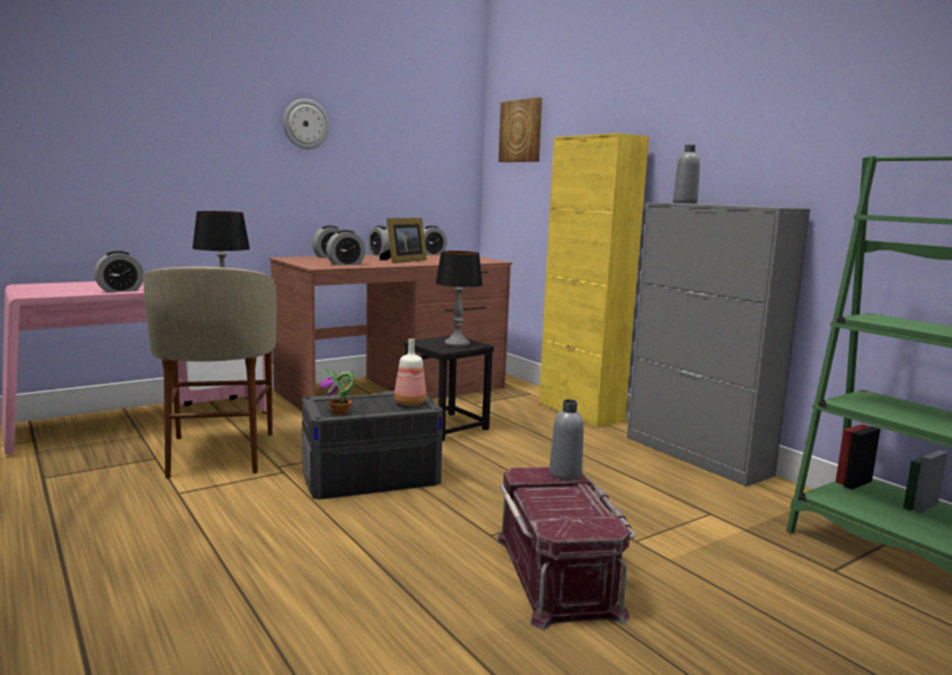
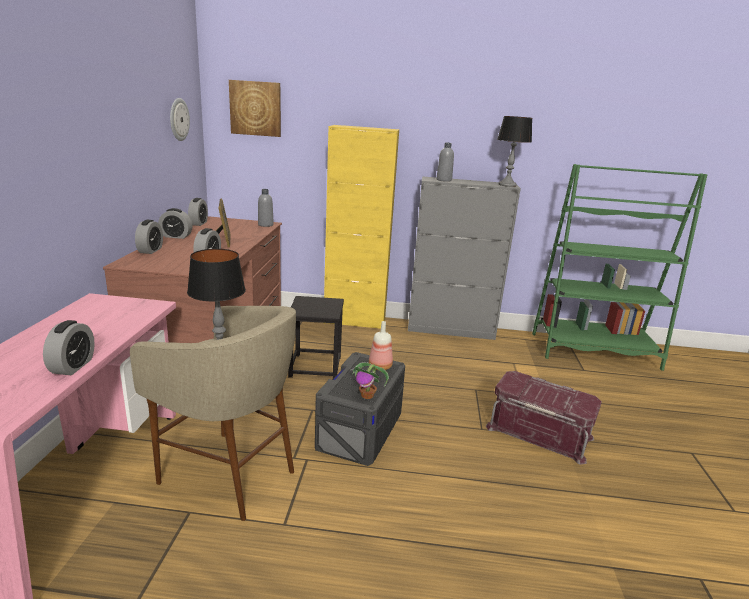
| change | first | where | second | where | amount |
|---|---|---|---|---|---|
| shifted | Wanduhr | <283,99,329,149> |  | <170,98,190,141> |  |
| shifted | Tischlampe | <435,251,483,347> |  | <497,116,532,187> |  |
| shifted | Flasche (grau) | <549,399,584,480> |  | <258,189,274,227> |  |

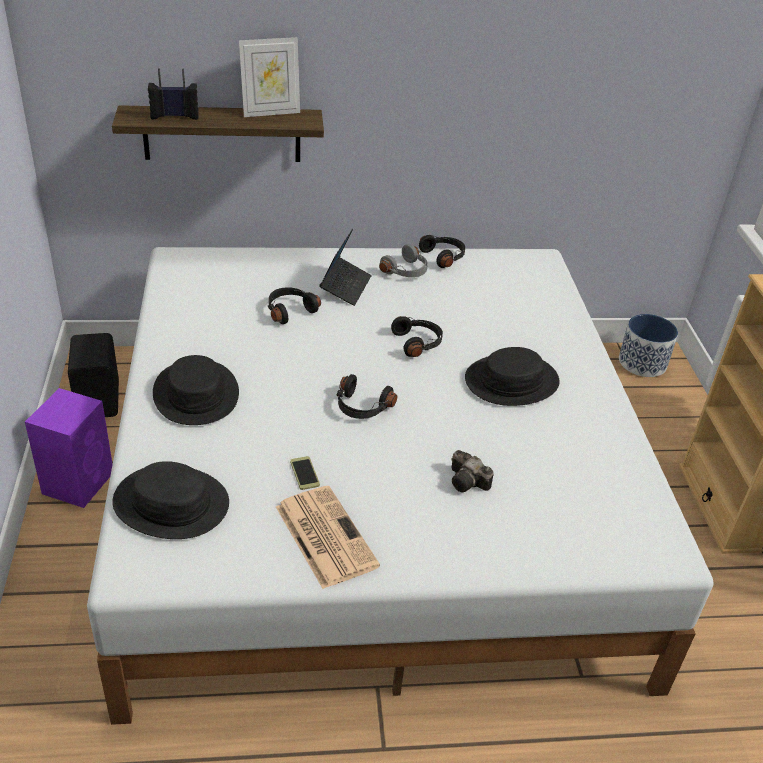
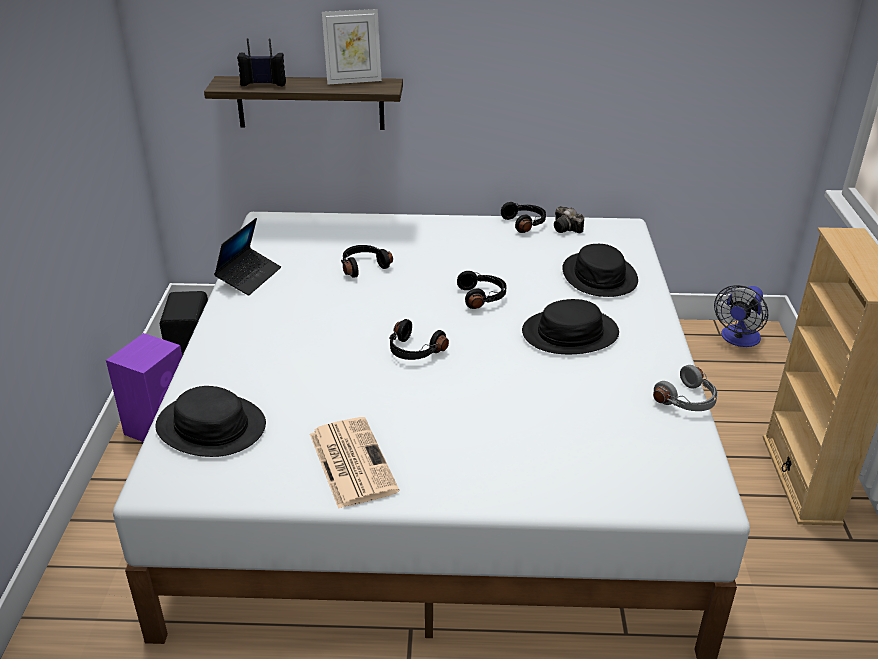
| change | first | where | second | where | amount |
|---|---|---|---|---|---|
| gone | Handy | <290,456,320,490> |  |  |  |
| shifted | Hut (schwarz) | <153,355,239,425> |  | <562,244,638,297> |  |
| shifted | Laptop | <319,229,372,306> |  | <214,218,281,295> |  |
| shifted | Kopfhörer (grau) | <379,244,428,277> |  | <653,365,718,411> |  |
| shifted | Kamera | <452,450,494,492> |  | <554,206,584,233> |  |
| swapped | Pflanzkübel | <619,314,678,377> | Ventilator | <714,285,768,347> |  |

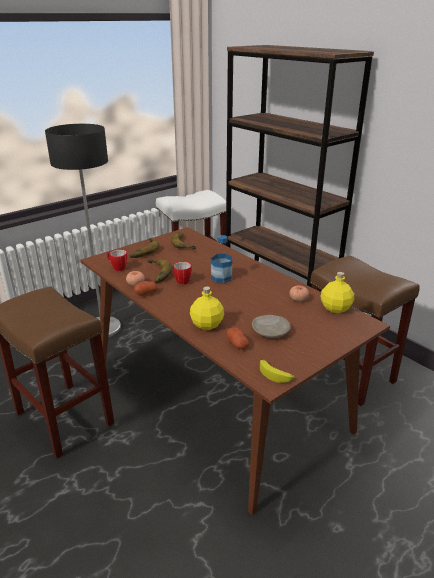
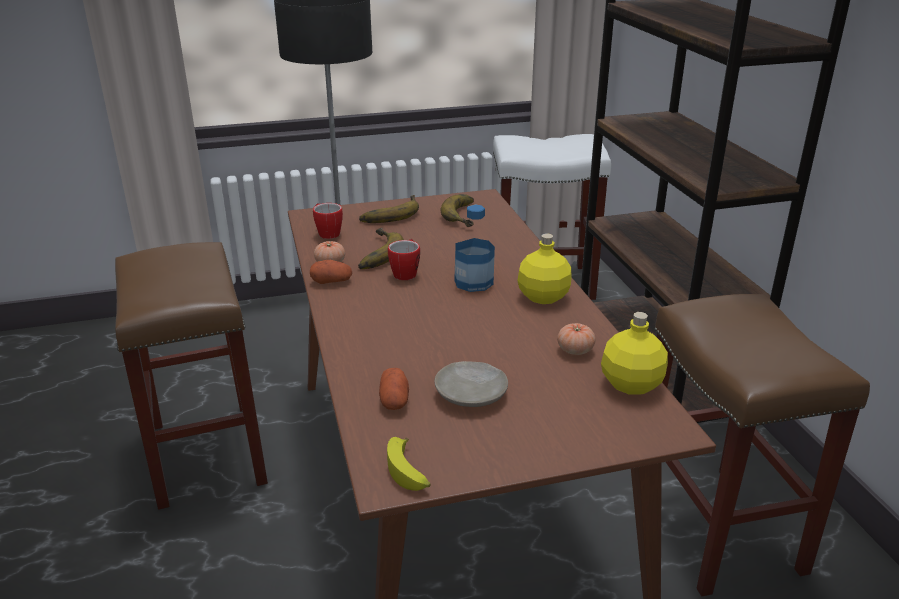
| change | first | where | second | where | amount |
|---|---|---|---|---|---|
| shifted | Flasche (gelb) | <190,286,224,330> |  | <517,233,572,304> |  |

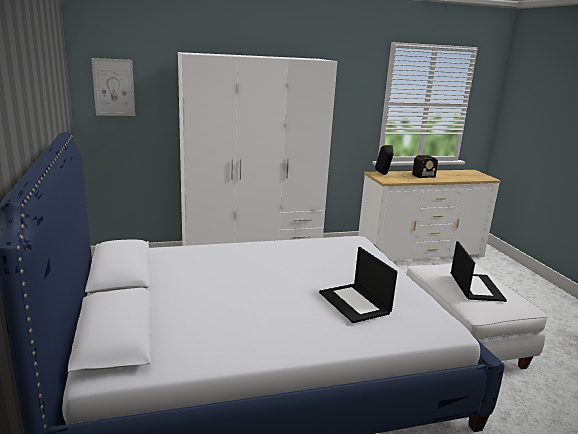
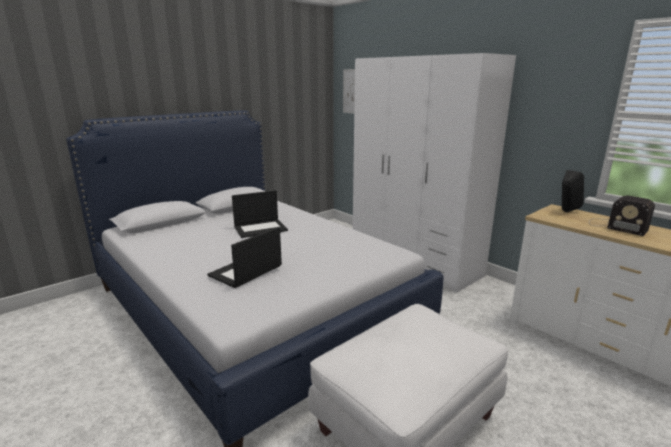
| change | first | where | second | where | amount |
|---|---|---|---|---|---|
| shifted | Laptop | <451,241,507,302> |  | <232,190,288,238> |  |

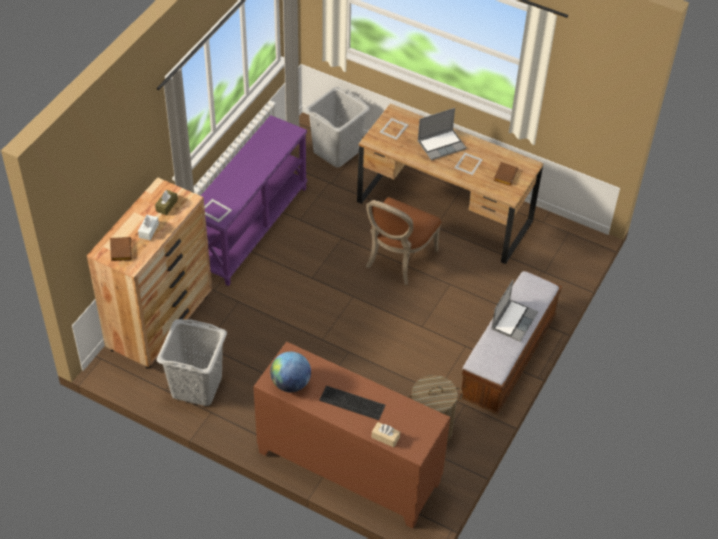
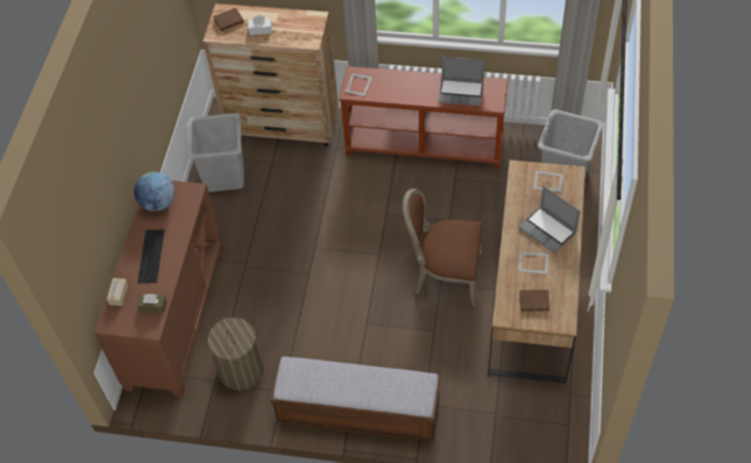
| change | first | where | second | where | amount |
|---|---|---|---|---|---|
| shifted | Taschentuchbox (braun) | <155,190,178,215> |  | <137,294,167,313> |  |
| shifted | Laptop | <491,280,538,342> |  | <438,57,485,106> |  |
| repainted | Konsolentisch (lila) | <201,115,307,286> | Konsolentisch (braun) | <339,66,508,170> |  |

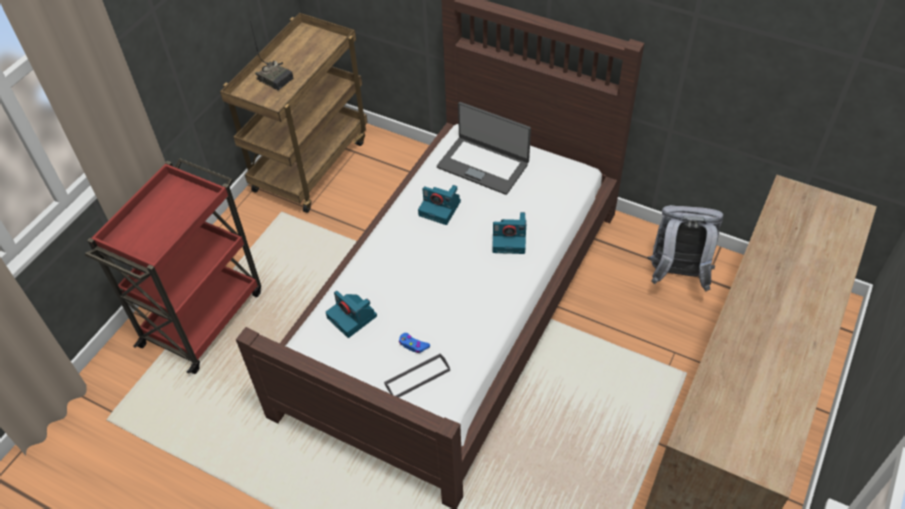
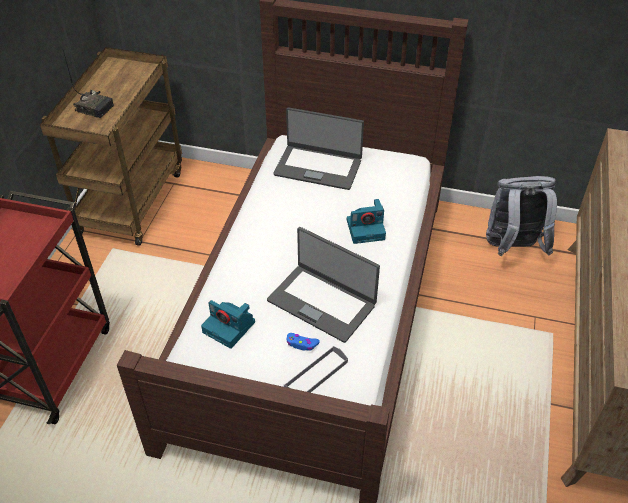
| change | first | where | second | where | amount |
|---|---|---|---|---|---|
| gone | Kamera | <418,185,461,225> |  |  |  |
| new |  |  | Laptop | <267,227,380,343> |  |

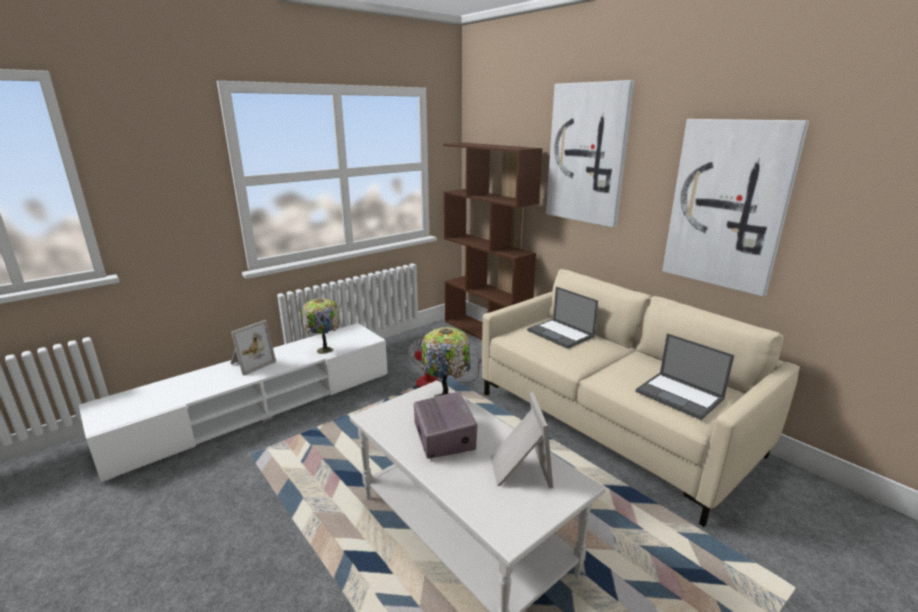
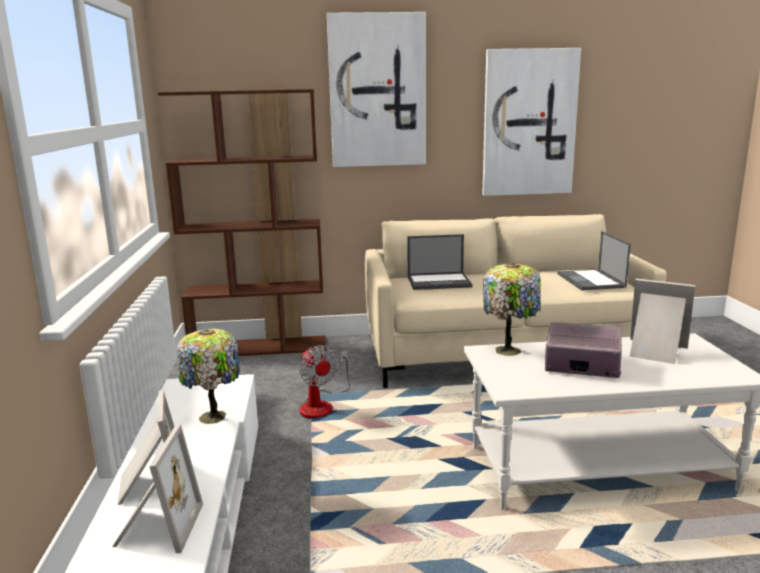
| change | first | where | second | where | amount |
|---|---|---|---|---|---|
| new |  |  | Bilderrahmen | <112,424,203,553> |  |
| rotated | Laptop | <635,333,734,420> |  | <557,231,631,291> | 90 degrees clockwise |

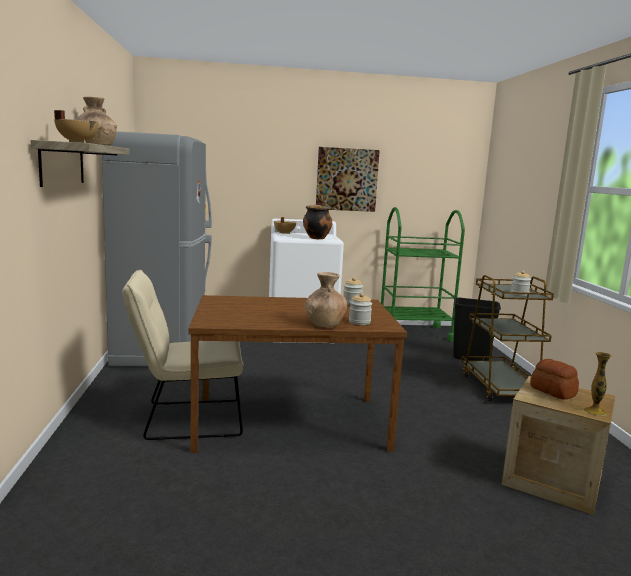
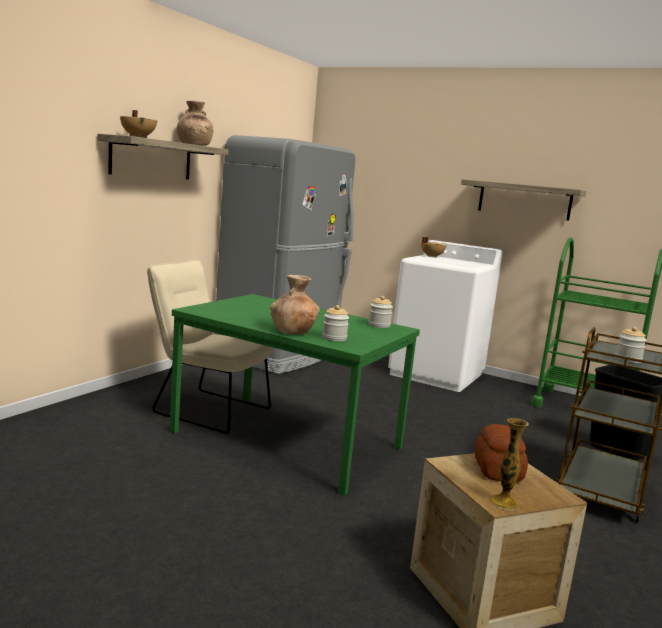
| change | first | where | second | where | amount |
|---|---|---|---|---|---|
| gone | Kochtopf | <303,205,332,239> |  |  |  |
| swapped | Bild | <316,147,380,212> | Wandregal | <461,179,586,220> |  |
| repainted | Esstisch (braun) | <188,295,407,453> | Esstisch (grün) | <169,294,420,496> |  |

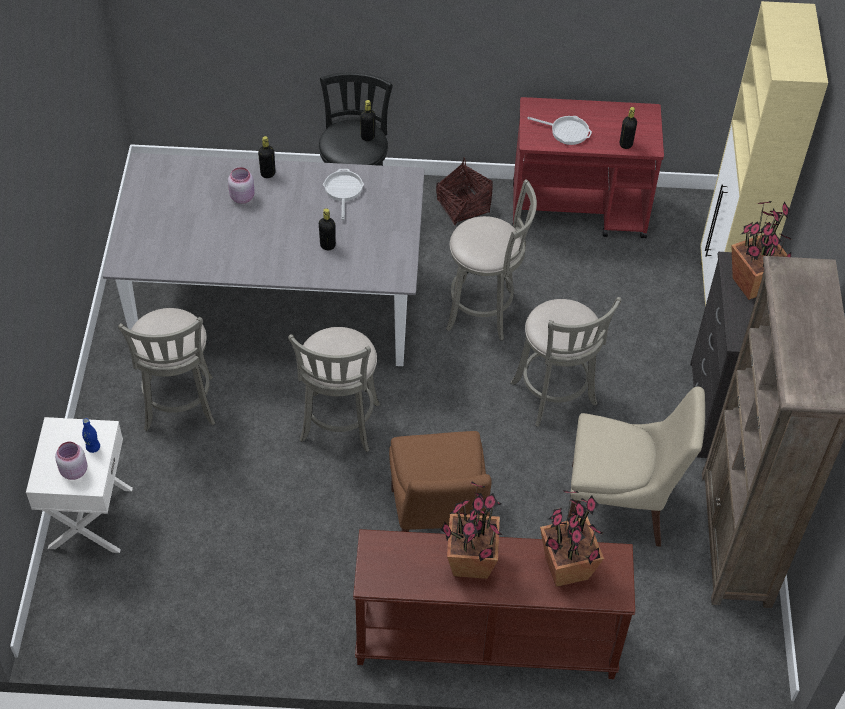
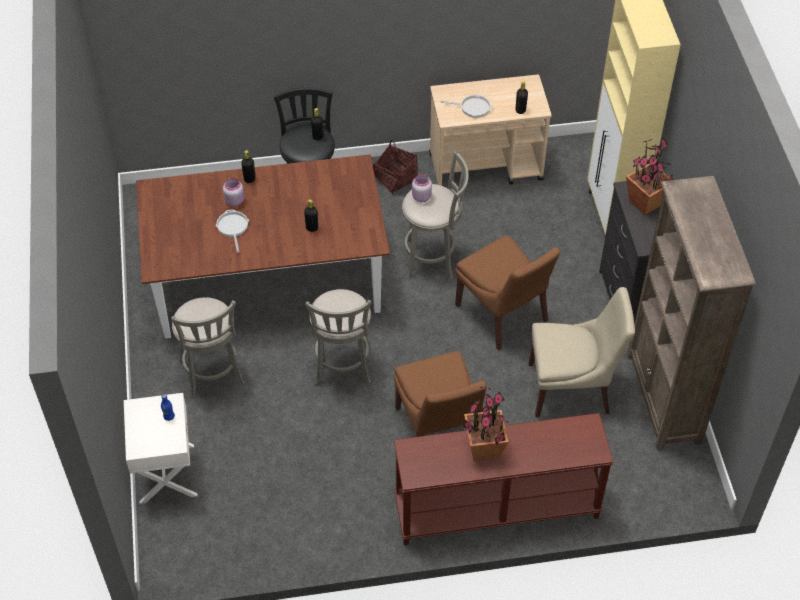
| change | first | where | second | where | amount |
|---|---|---|---|---|---|
| gone | Topfpflanze | <540,490,604,587> |  |  |  |
| shifted | Vorratsglas (rosa) | <55,442,87,480> |  | <412,174,432,202> |  |
| shifted | Pfanne | <323,169,364,220> |  | <216,209,249,253> |  |
| swapped | Hocker (grau) | <510,297,622,427> | Stuhl (braun) | <455,235,560,351> |  |
| repainted | Esstisch (grau) | <103,153,425,366> | Esstisch (braun) | <136,154,390,339> |  |
| repainted | Rollwagen (rot) | <512,97,664,238> | Rollwagen (beige) | <429,75,552,186> |  |

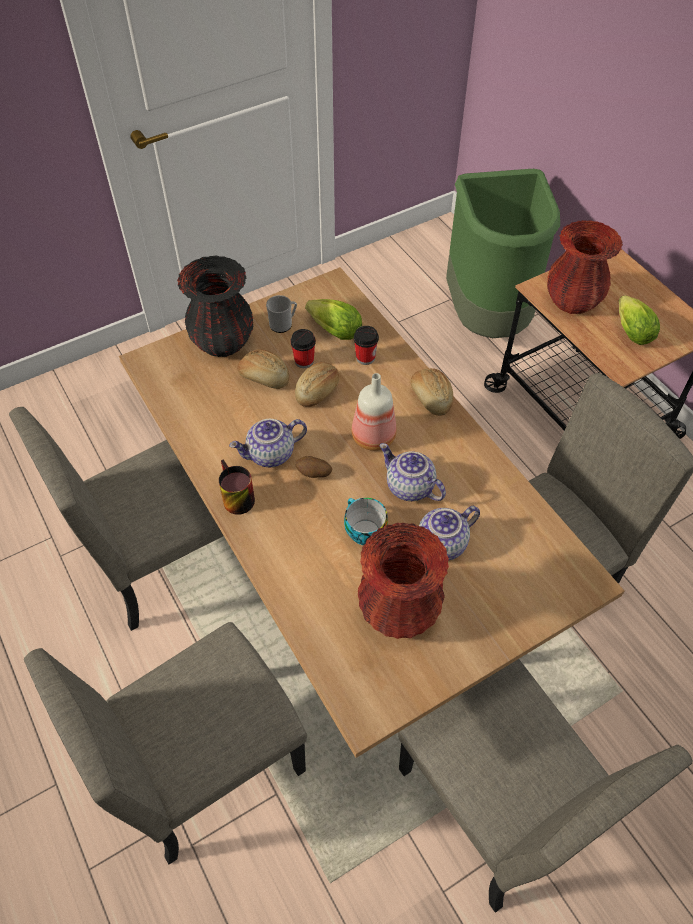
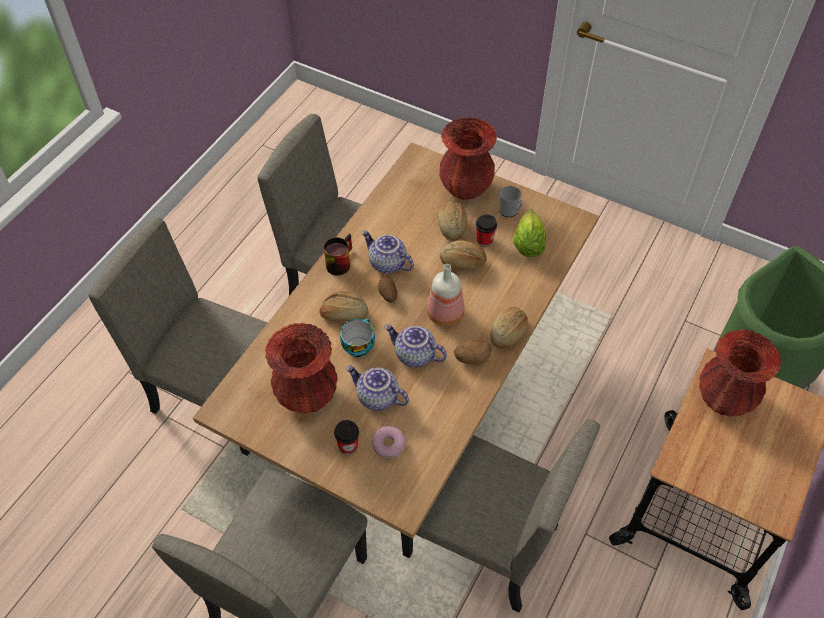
| change | first | where | second | where | amount |
|---|---|---|---|---|---|
| gone | Salatkopf | <619,295,660,345> |  |  |  |
| new |  |  | Brot | <320,291,369,321> |  |
| new |  |  | Donut | <372,426,406,459> |  |
| new |  |  | Kartoffel | <453,340,491,365> |  |
| shifted | Tasse | <354,326,379,365> |  | <334,420,359,455> |  |
| repainted | Vase (schwarz) | <177,255,253,357> | Vase (rot) | <439,117,497,200> |  |
| rotated | Teekanne | <379,443,446,501> |  | <384,324,447,367> | 75 degrees counterclockwise |

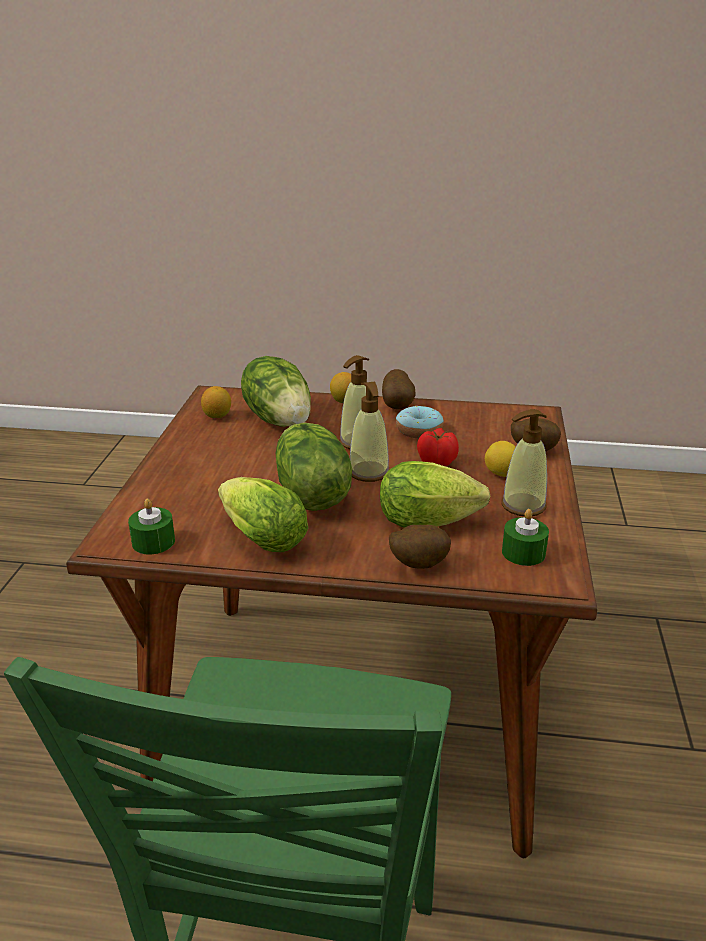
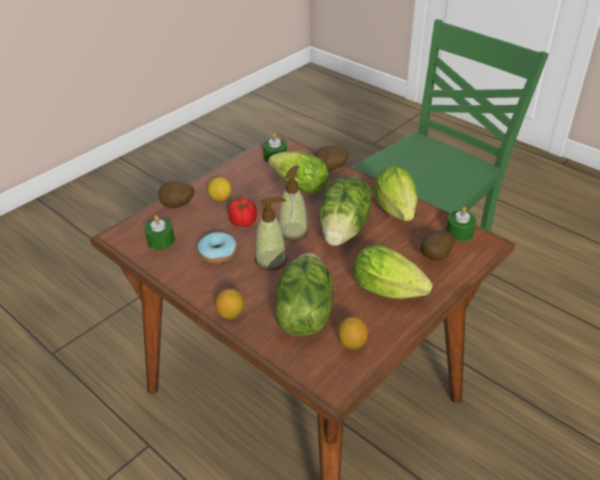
| change | first | where | second | where | amount |
|---|---|---|---|---|---|
| gone | Seifenspender | <501,409,547,516> |  |  |  |
| new |  |  | Kerze (grün) | <144,215,175,250> |  |
| new |  |  | Salatkopf | <353,244,433,299> |  |
| shifted | Kartoffel | <382,369,415,409> |  | <420,230,454,261> |  |

